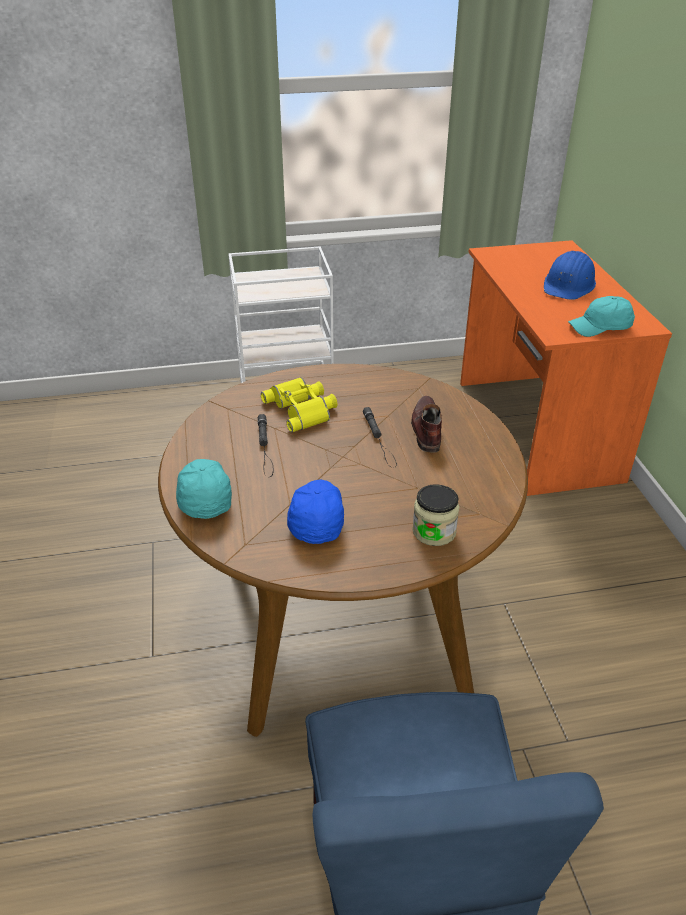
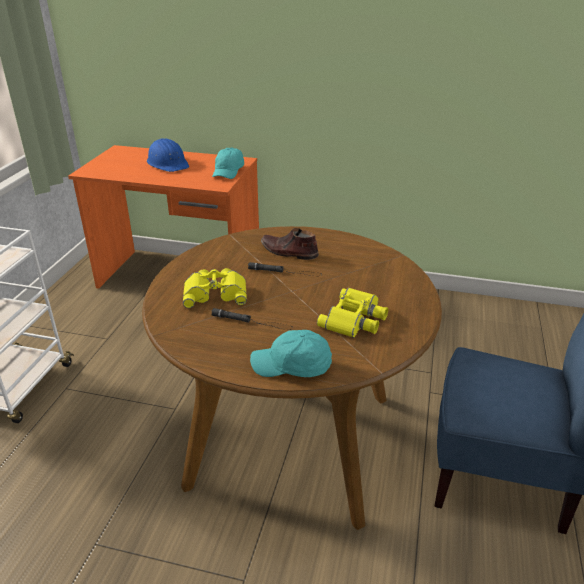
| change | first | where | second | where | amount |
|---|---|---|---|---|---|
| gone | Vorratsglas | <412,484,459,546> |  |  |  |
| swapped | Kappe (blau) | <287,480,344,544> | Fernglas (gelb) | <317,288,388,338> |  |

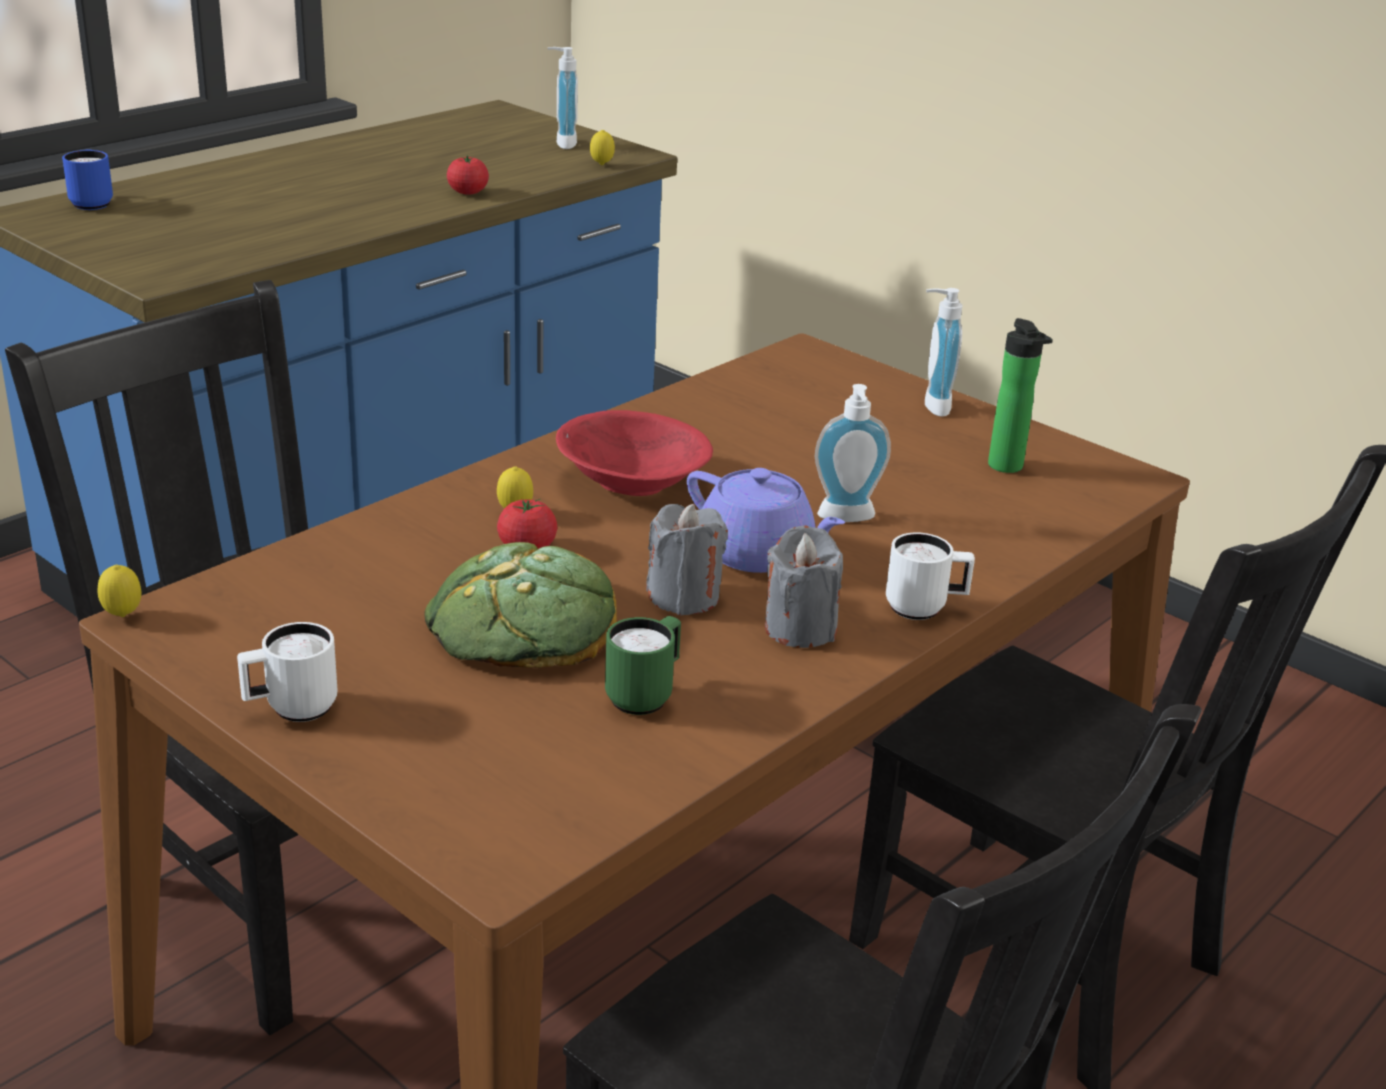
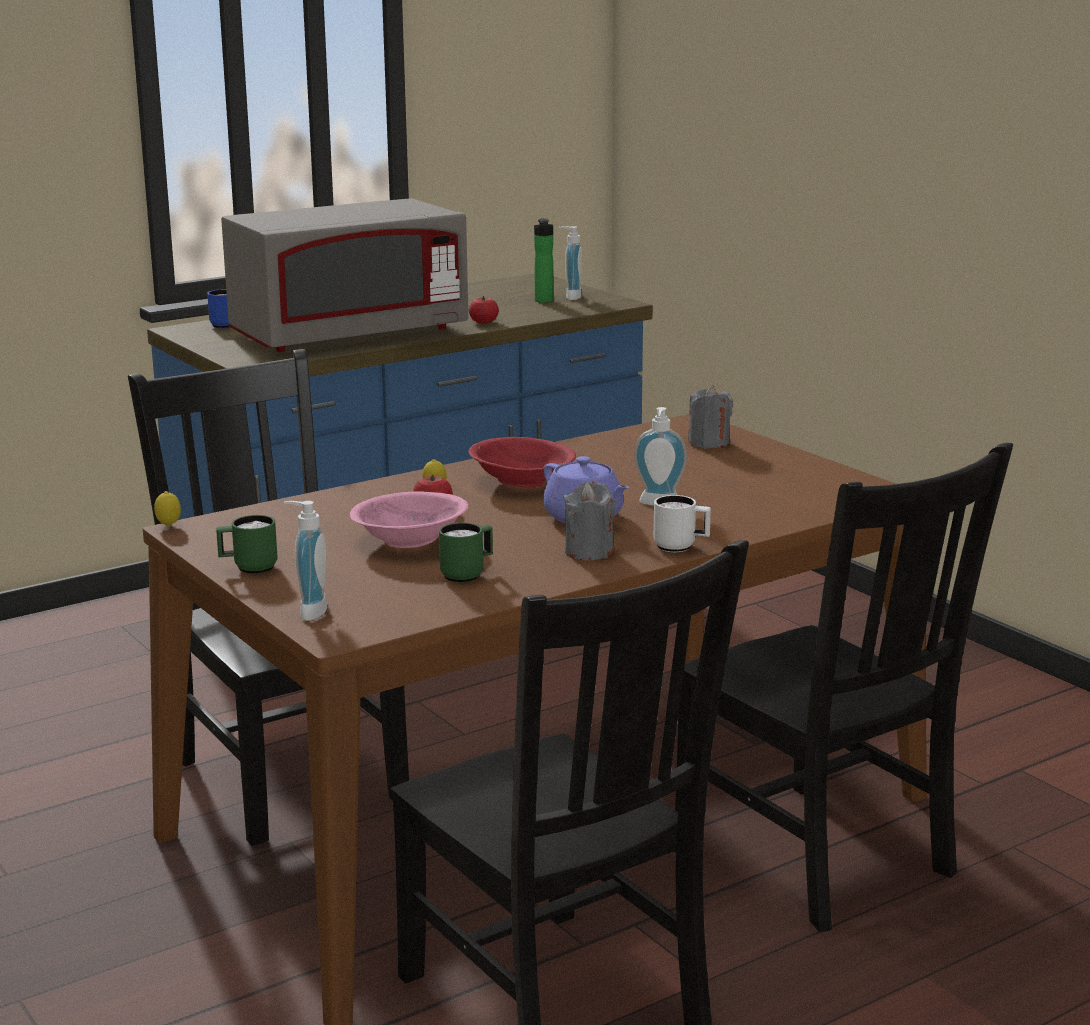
| change | first | where | second | where | amount |
|---|---|---|---|---|---|
| gone | Zitrone | <590,130,615,165> |  |  |  |
| new |  |  | Mikrowelle (grau) | <221,198,468,352> |  |
| shifted | Kerze (grau) | <646,504,728,615> |  | <688,385,733,448> |  |
| shifted | Seifenspender | <925,288,962,417> |  | <284,501,327,621> |  |
| shifted | Flasche | <988,318,1053,473> |  | <534,218,554,303> |  |
| swapped | Brot | <424,542,617,668> | Schüssel (rosa) | <350,491,468,548> |  |
| repainted | Henkelbecher (weiß) | <237,622,338,722> | Henkelbecher (grün) | <216,515,277,574> |  |

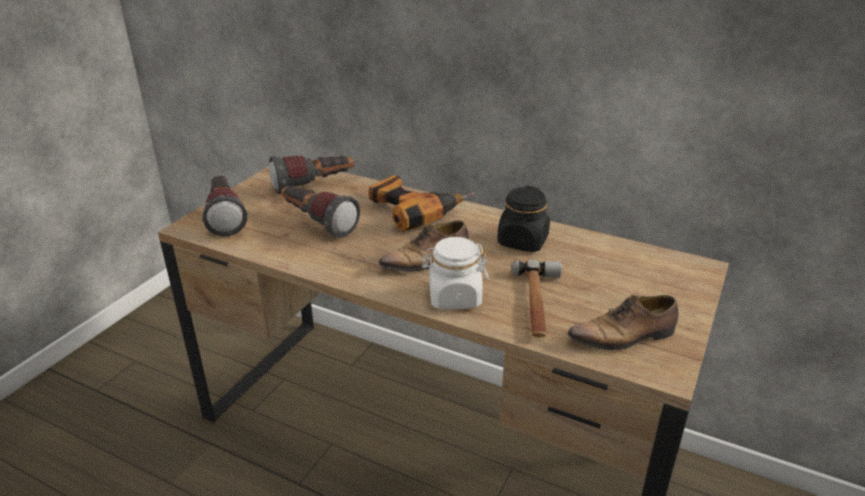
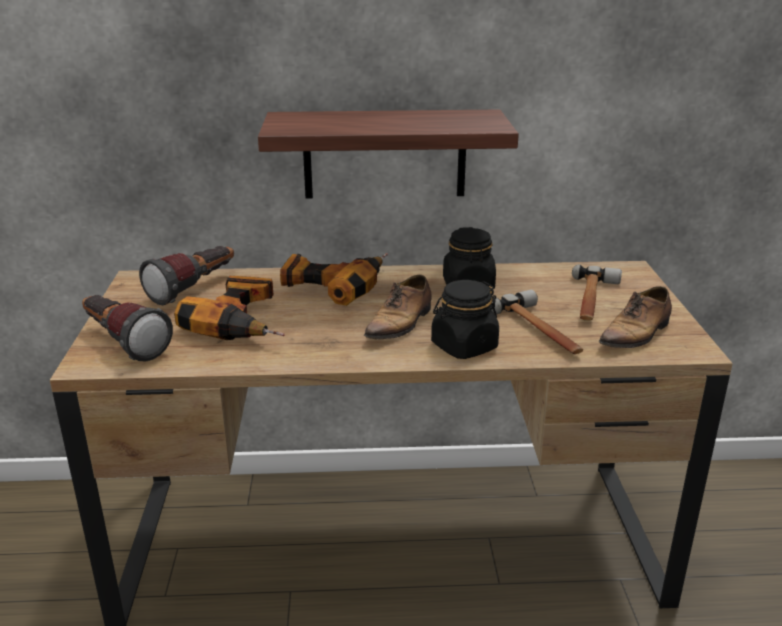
| change | first | where | second | where | amount |
|---|---|---|---|---|---|
| new |  |  | Wandregal | <258,109,519,199> |  |
| new |  |  | Hammer | <572,265,622,321> |  |
| swapped | Taschenlampe | <281,186,360,238> | Bohrmaschine | <174,276,285,340> |  |
| repainted | Vorratsglas (weiß) | <421,237,489,309> | Vorratsglas (schwarz) | <431,280,499,359> |  |

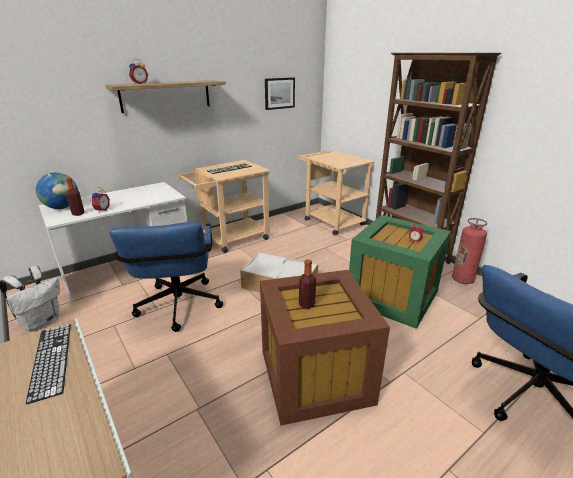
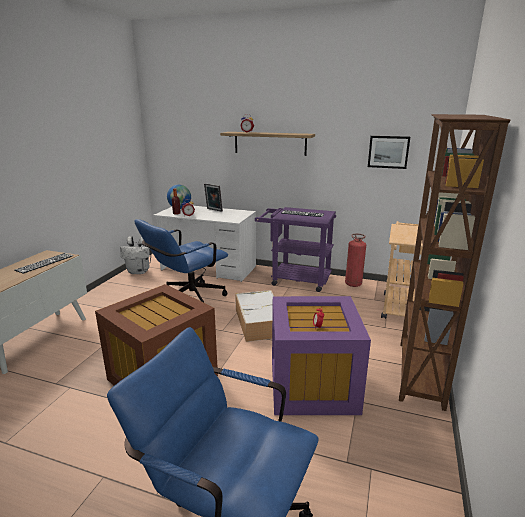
| change | first | where | second | where | amount |
|---|---|---|---|---|---|
| gone | Flasche | <299,259,316,309> |  |  |  |
| new |  |  | Bilderrahmen | <204,184,223,212> |  |
| shifted | Feuerlöscher | <452,218,487,284> |  | <345,234,366,287> |  |
| repainted | Rollwagen (beige) | <178,160,271,253> | Rollwagen (lila) | <255,207,336,292> |  |
| repainted | Aufbewahrungsbox (grün) | <349,215,451,329> | Aufbewahrungsbox (lila) | <272,296,371,415> |  |

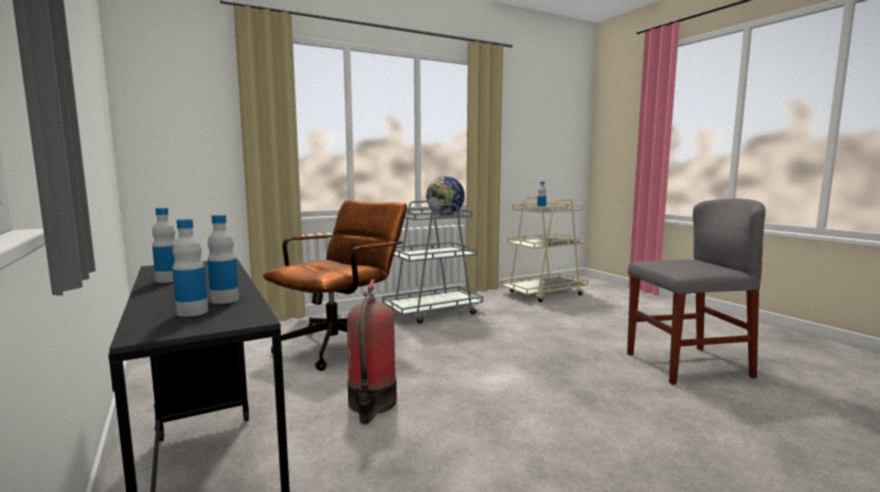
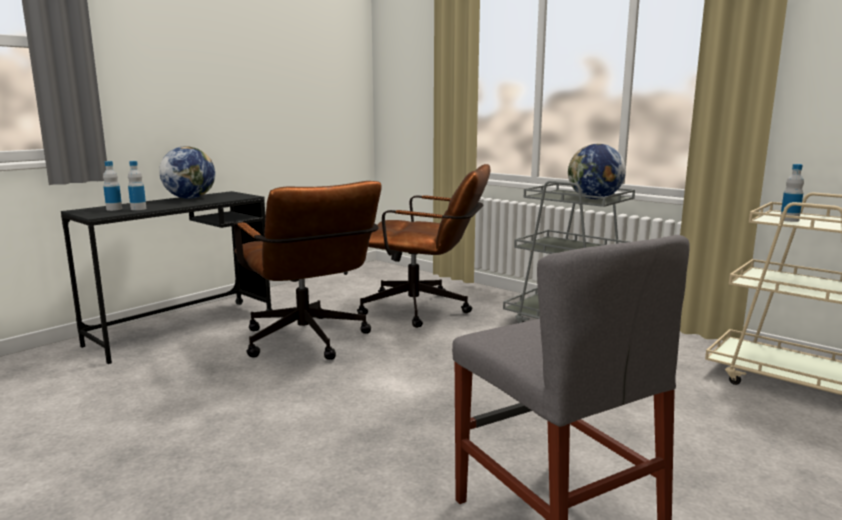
| change | first | where | second | where | amount |
|---|---|---|---|---|---|
| swapped | Flasche | <152,208,176,283> | Globus | <159,146,215,199> |  |
| swapped | Feuerlöscher | <347,279,397,424> | Bürostuhl (braun) | <234,181,382,360> |  |

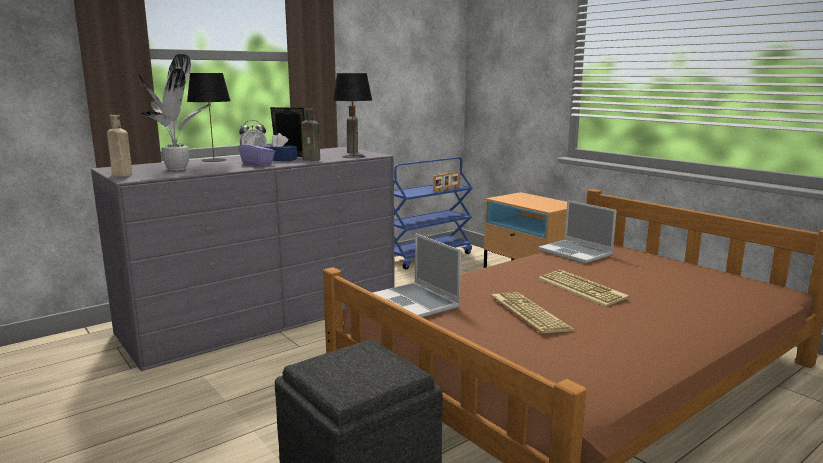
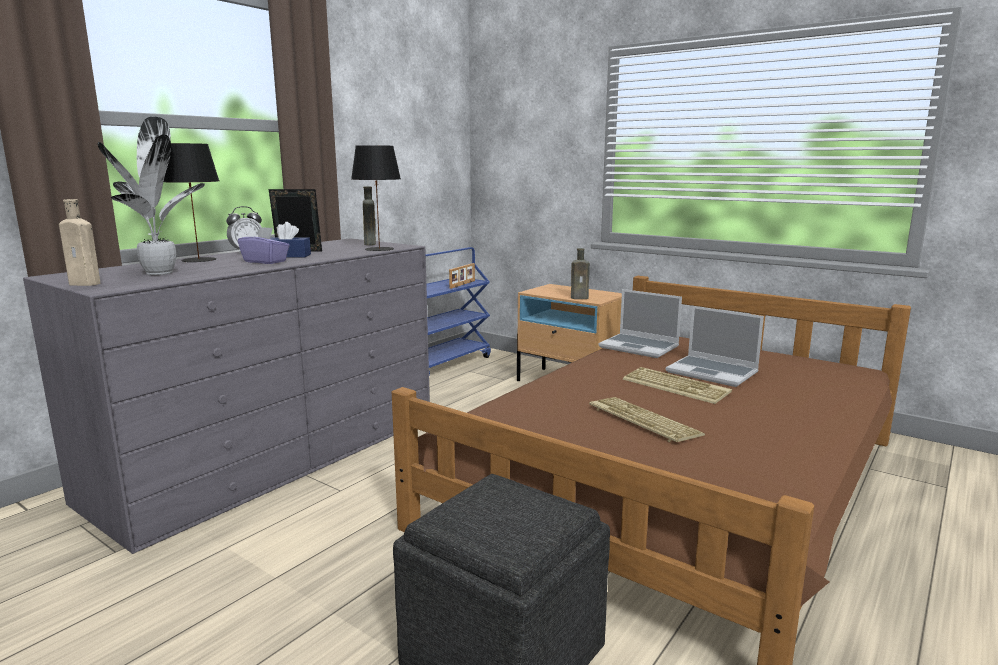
| change | first | where | second | where | amount |
|---|---|---|---|---|---|
| shifted | Flasche (braun) | <301,109,320,161> |  | <571,248,590,299> |  |
| shifted | Laptop | <373,233,461,317> |  | <666,306,764,387> |  |

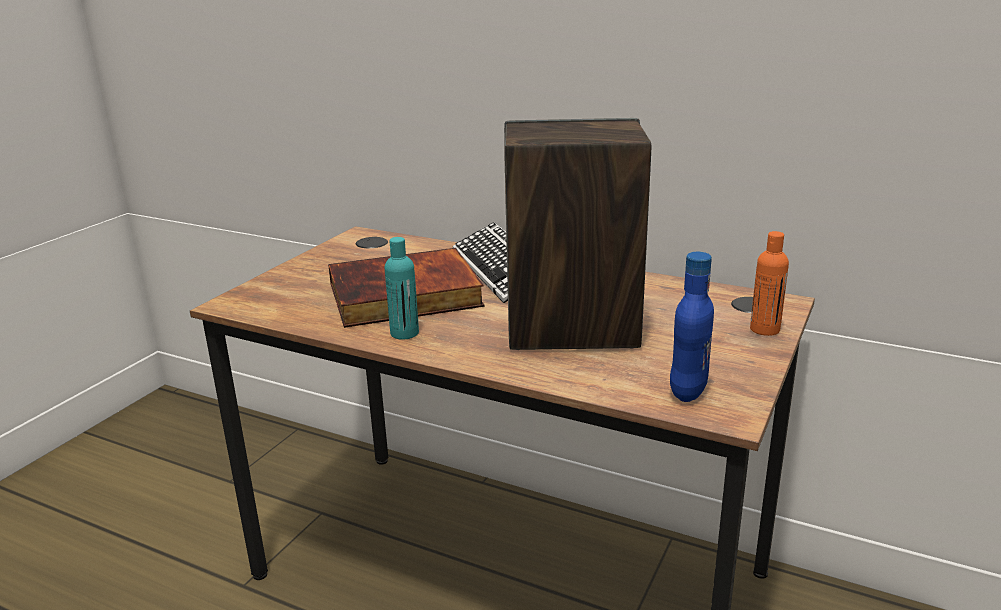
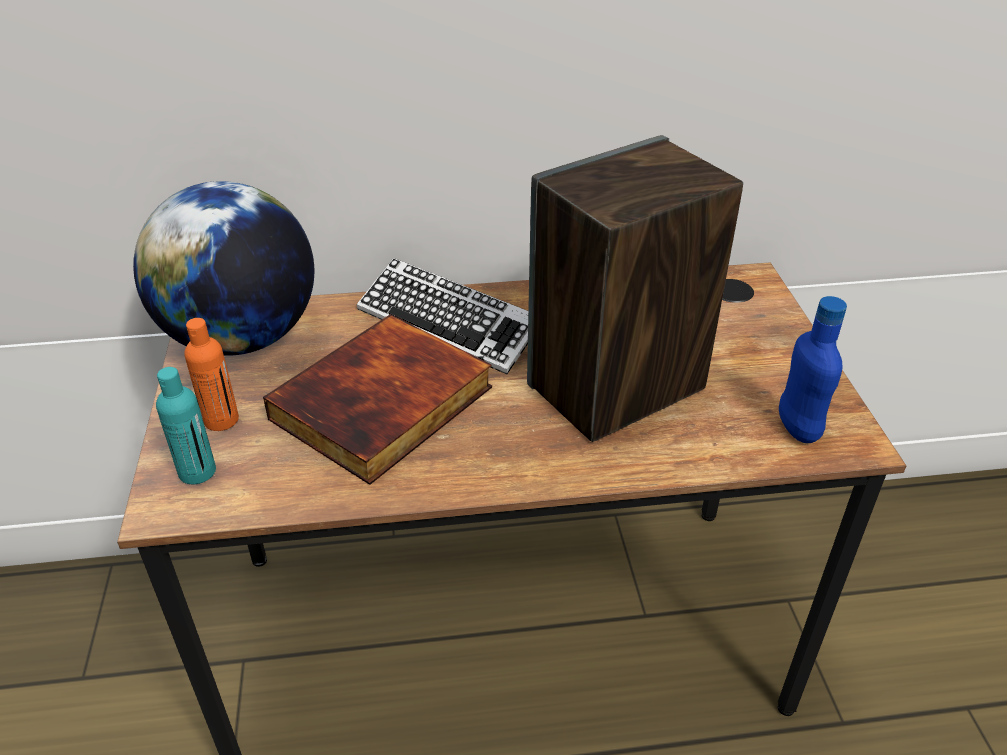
| change | first | where | second | where | amount |
|---|---|---|---|---|---|
| new |  |  | Globus | <133,181,314,356> |  |
| shifted | Flasche (türkis) | <384,237,419,340> |  | <156,367,216,484> |  |
| shifted | Flasche (orange) | <750,231,789,336> |  | <184,318,239,431> |  |

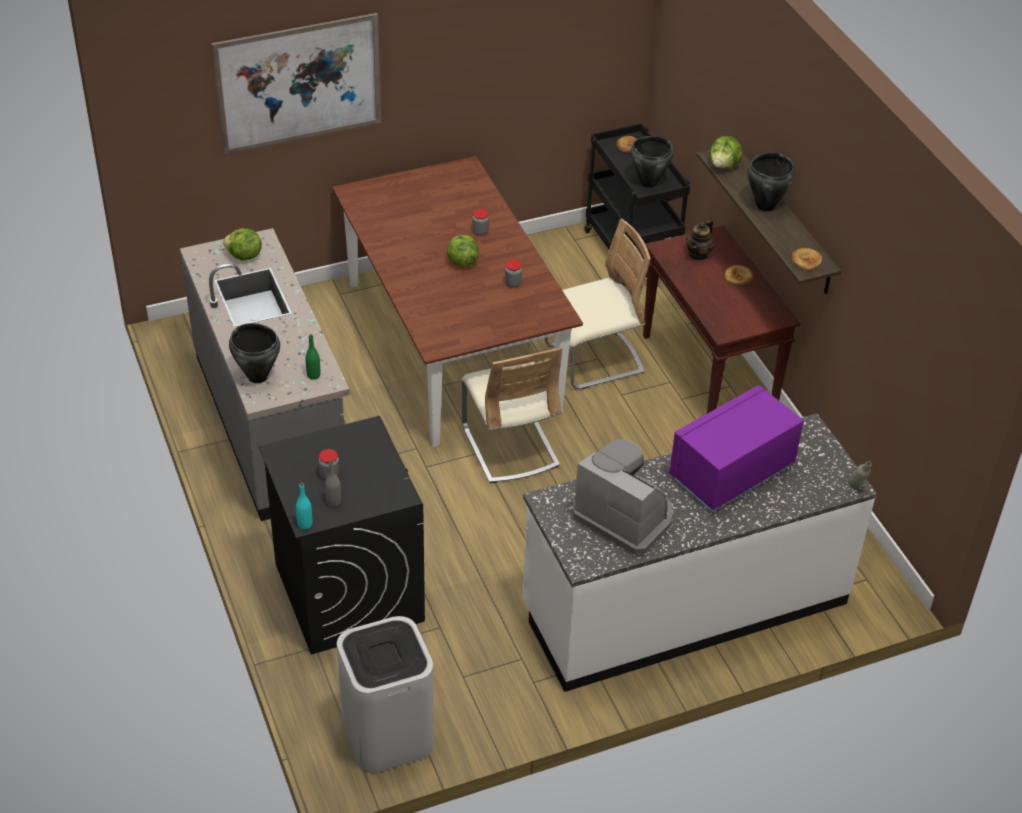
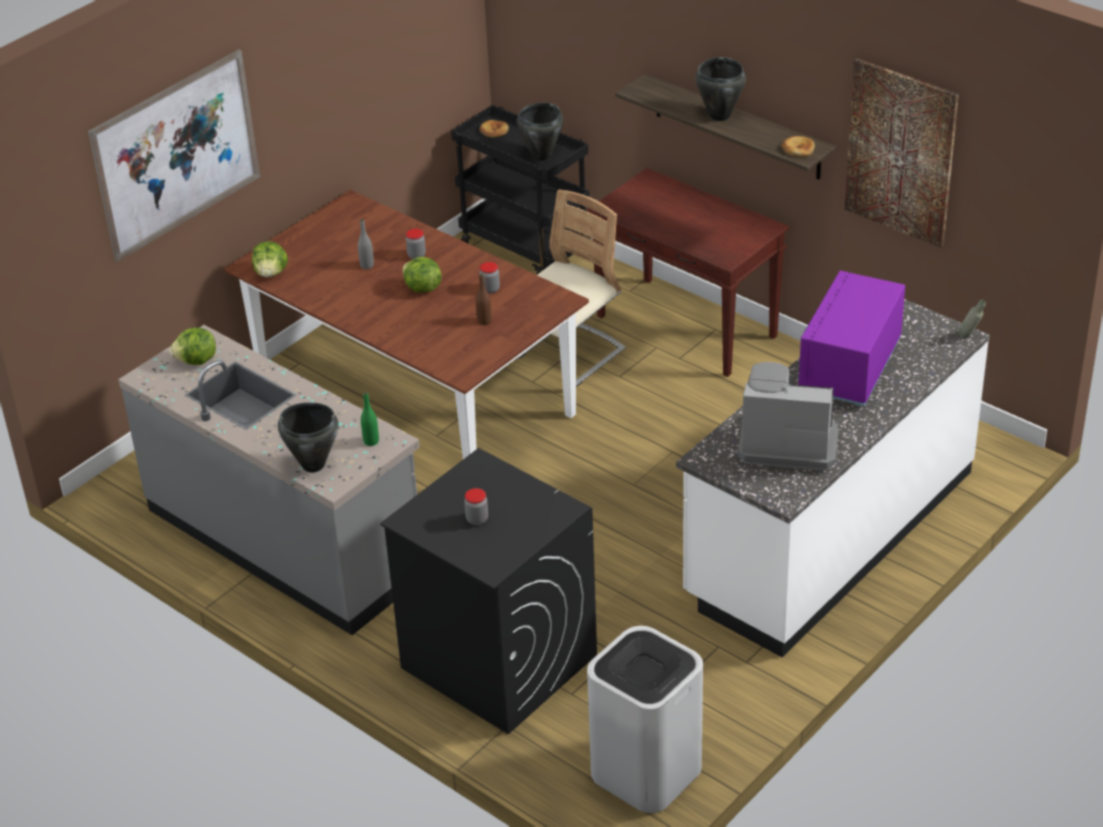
| change | first | where | second | where | amount |
|---|---|---|---|---|---|
| gone | Flasche (türkis) | <296,482,312,530> |  |  |  |
| gone | Stuhl (beige) | <462,347,562,483> |  |  |  |
| gone | Teekanne | <686,219,714,261> |  |  |  |
| gone | Brot | <725,265,753,285> |  |  |  |
| new |  |  | Flasche (braun) | <476,274,492,325> |  |
| new |  |  | Bild | <845,58,959,248> |  |
| shifted | Flasche (grau) | <325,460,341,507> |  | <358,219,374,269> |  |
| shifted | Salatkopf | <710,136,742,169> |  | <252,241,288,277> |  |

